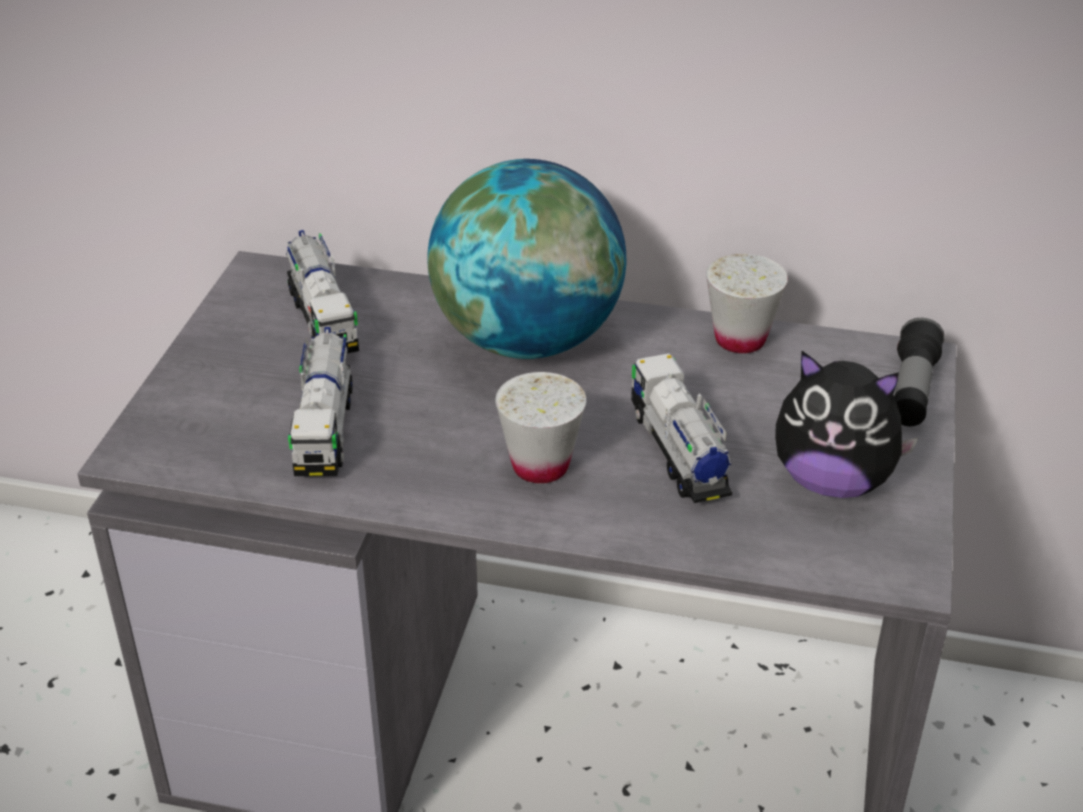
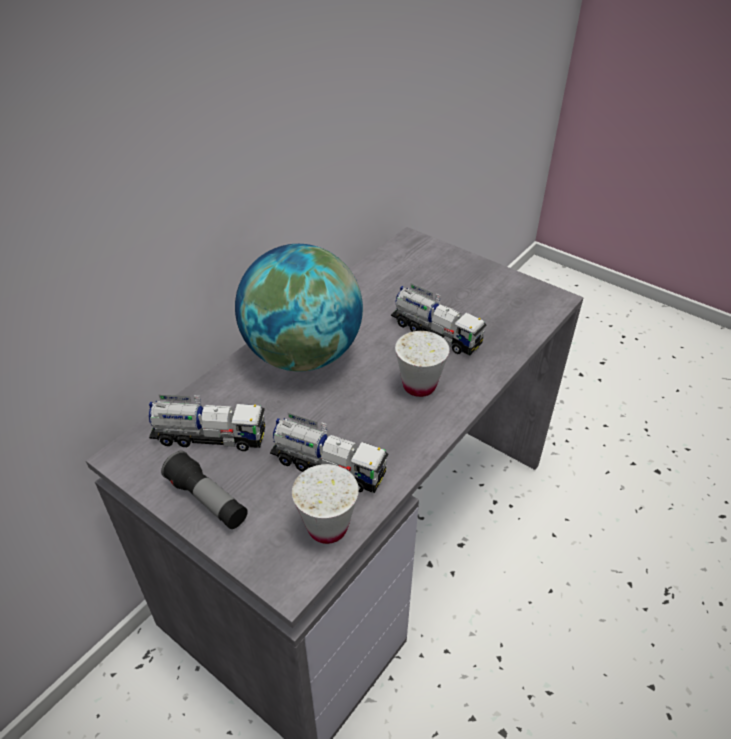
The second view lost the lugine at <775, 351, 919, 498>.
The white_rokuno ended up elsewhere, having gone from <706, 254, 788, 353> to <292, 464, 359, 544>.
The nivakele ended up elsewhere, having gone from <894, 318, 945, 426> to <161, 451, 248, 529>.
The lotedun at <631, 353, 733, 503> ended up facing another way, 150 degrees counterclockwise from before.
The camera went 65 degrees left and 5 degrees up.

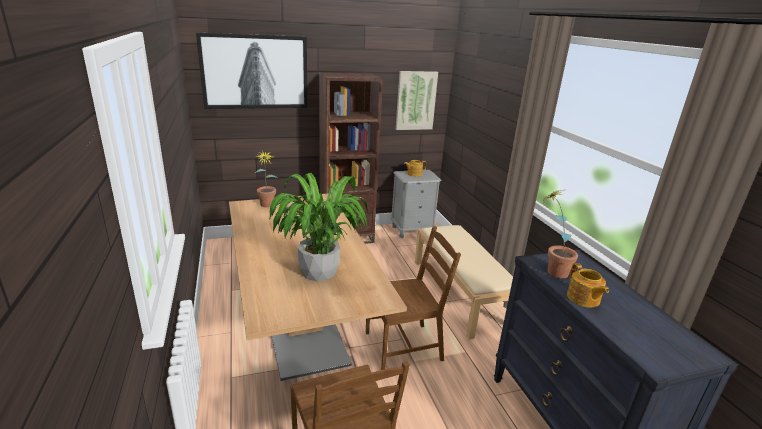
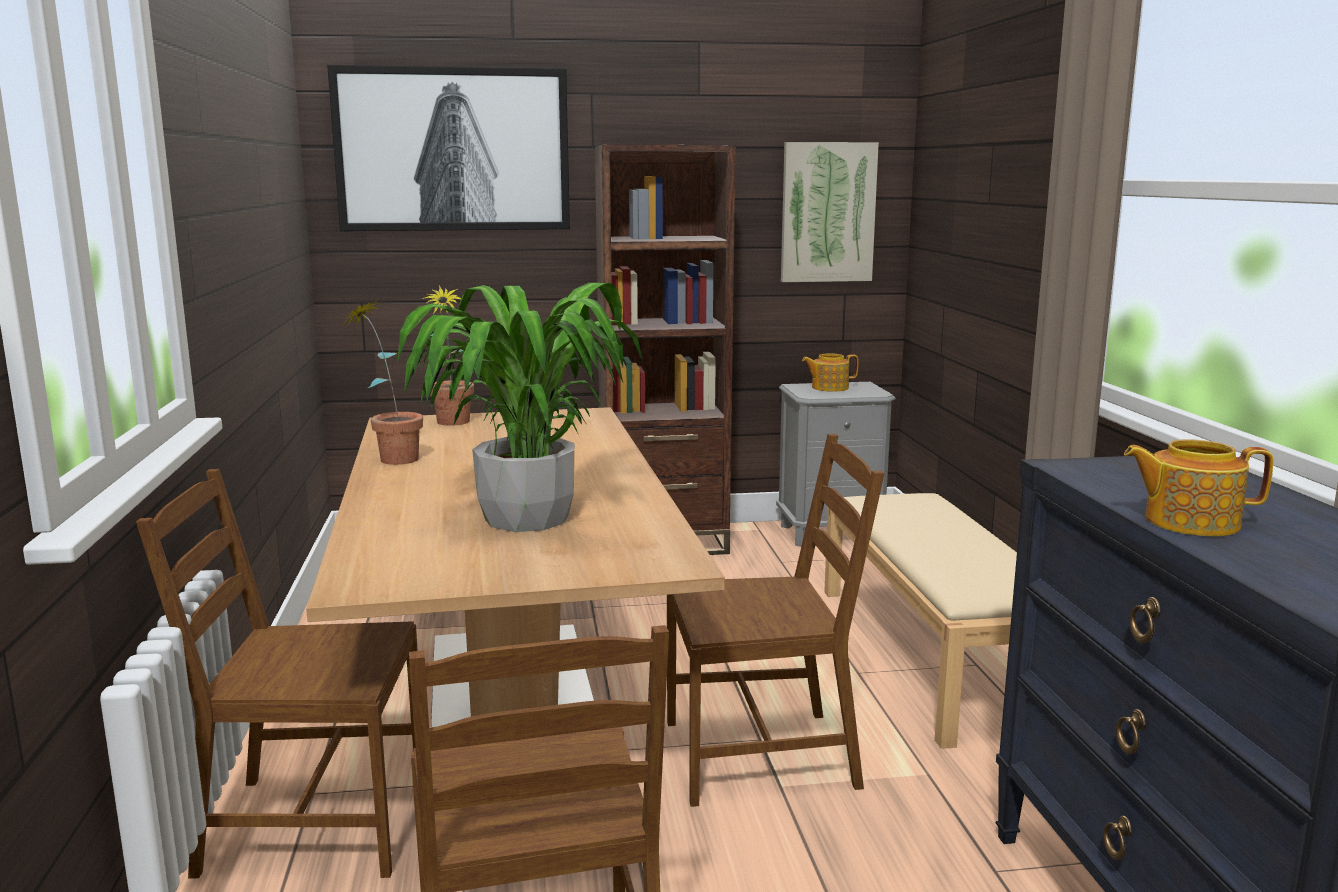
The second view gained the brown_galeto at <136, 469, 418, 879>.
The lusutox ended up elsewhere, having gone from <544, 189, 578, 278> to <341, 300, 423, 465>.
The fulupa at <567, 263, 609, 308> ended up facing another way, 105 degrees clockwise from before.
The camera went 10 degrees right and 10 degrees down.

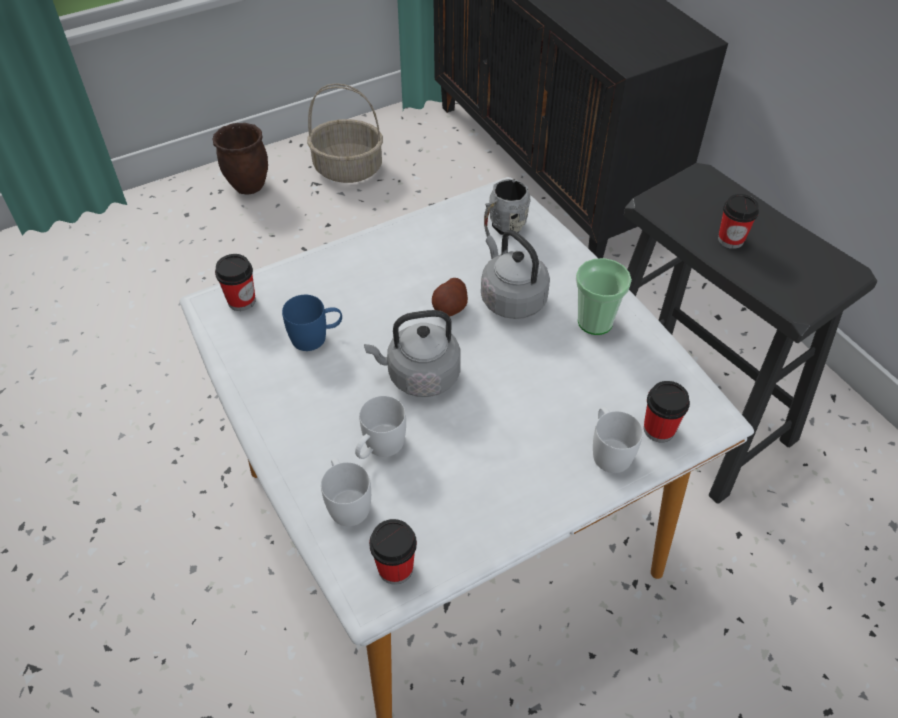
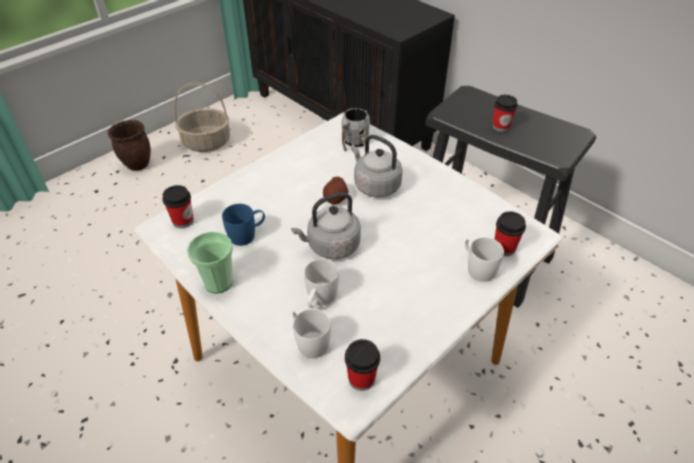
The rokuno ended up elsewhere, having gone from <576, 258, 632, 335> to <187, 232, 233, 294>.
The camera went 15 degrees left and 5 degrees down.

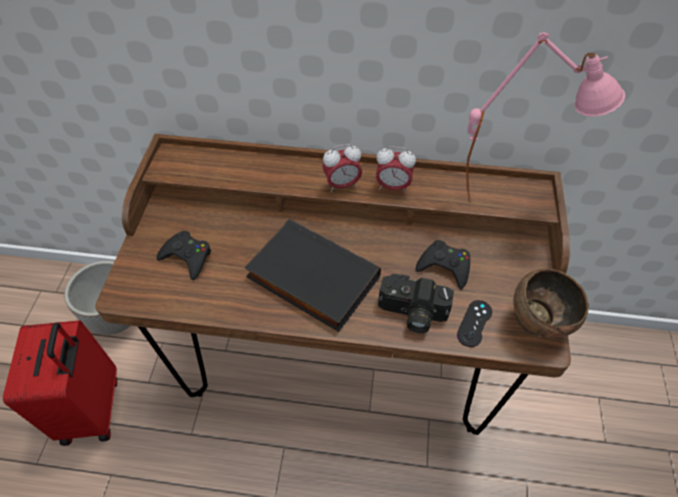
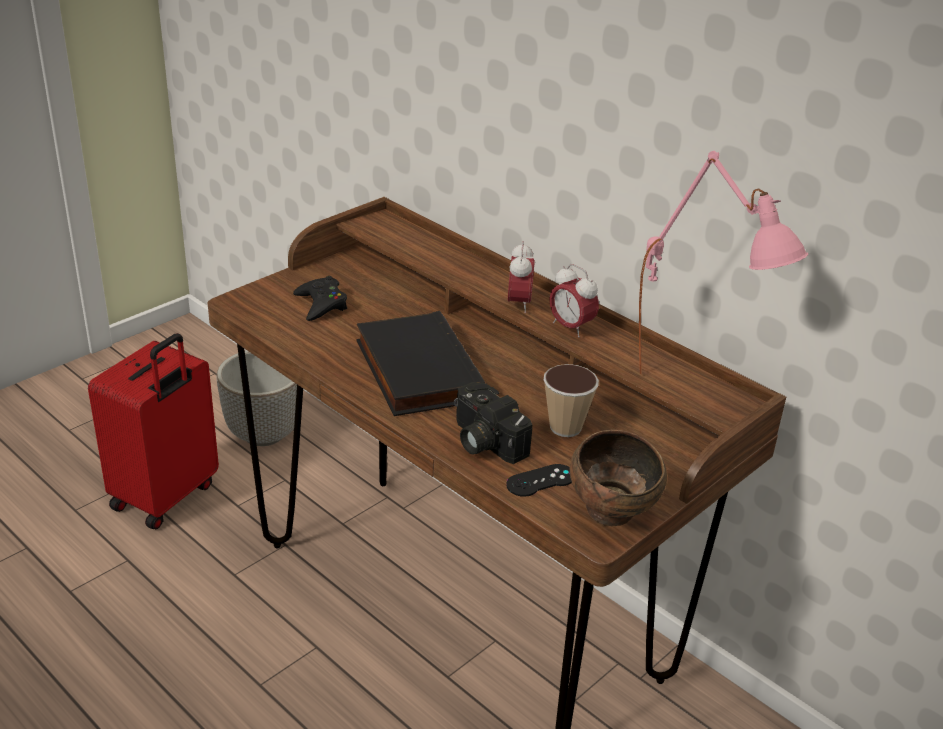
Where the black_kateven stood at <416, 240, 470, 289>, the rokuno came to stand at <544, 364, 599, 437>.
The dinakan at <322, 144, 362, 192> ended up facing another way, 105 degrees counterclockwise from before.
The camera went 35 degrees right and 20 degrees down.

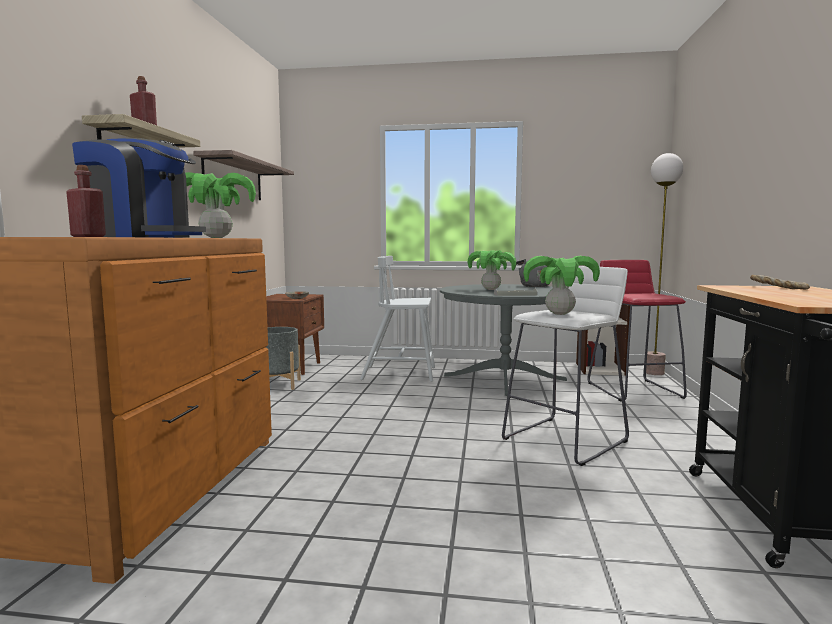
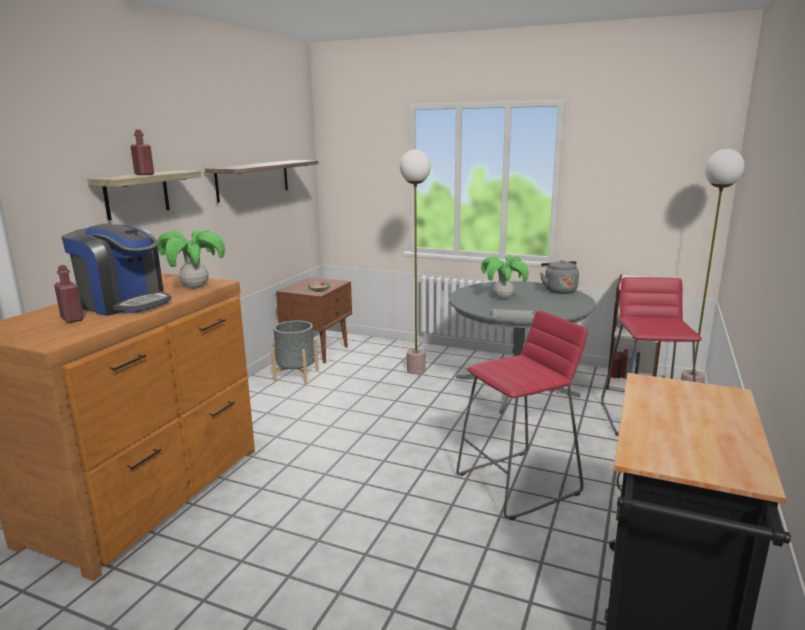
The second view lost the lusutox at <523, 256, 600, 315>.
The second view lost the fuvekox at <750, 275, 810, 290>.
Where the white_galeto stood at <360, 256, 435, 382>, the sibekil came to stand at <400, 149, 431, 374>.
What was the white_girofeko at <502, 266, 629, 466> turned into the red_girofeko at <456, 310, 588, 520>.
The camera went 15 degrees right and 10 degrees up.

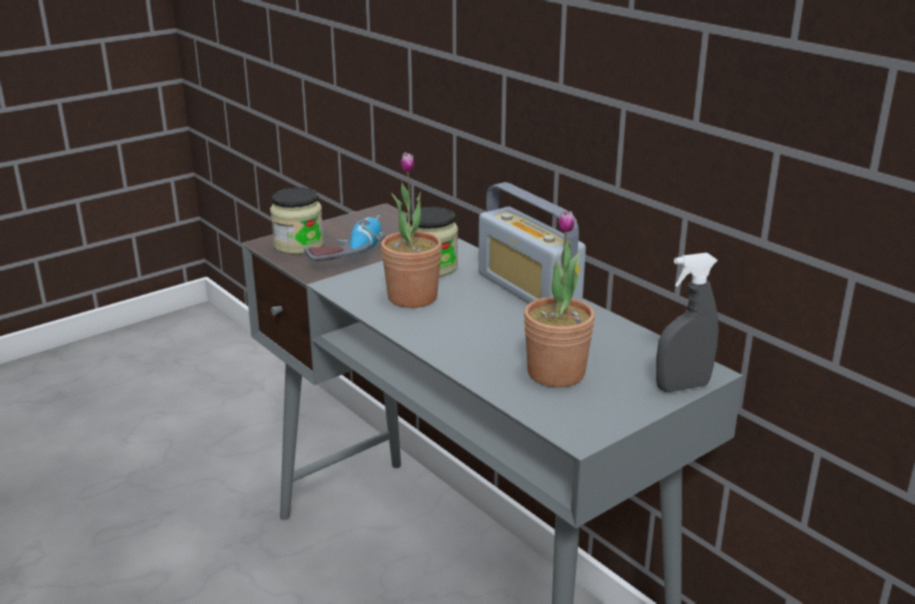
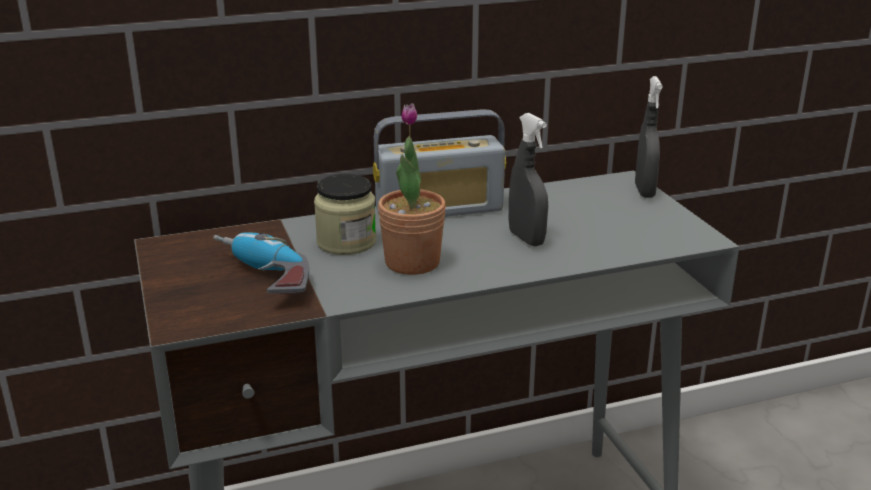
The second view lost the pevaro at <270, 187, 324, 255>.
The second view lost the lusutox at <524, 210, 595, 387>.
The second view gained the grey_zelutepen at <509, 113, 548, 246>.
The camera went 70 degrees left and 0 degrees up.

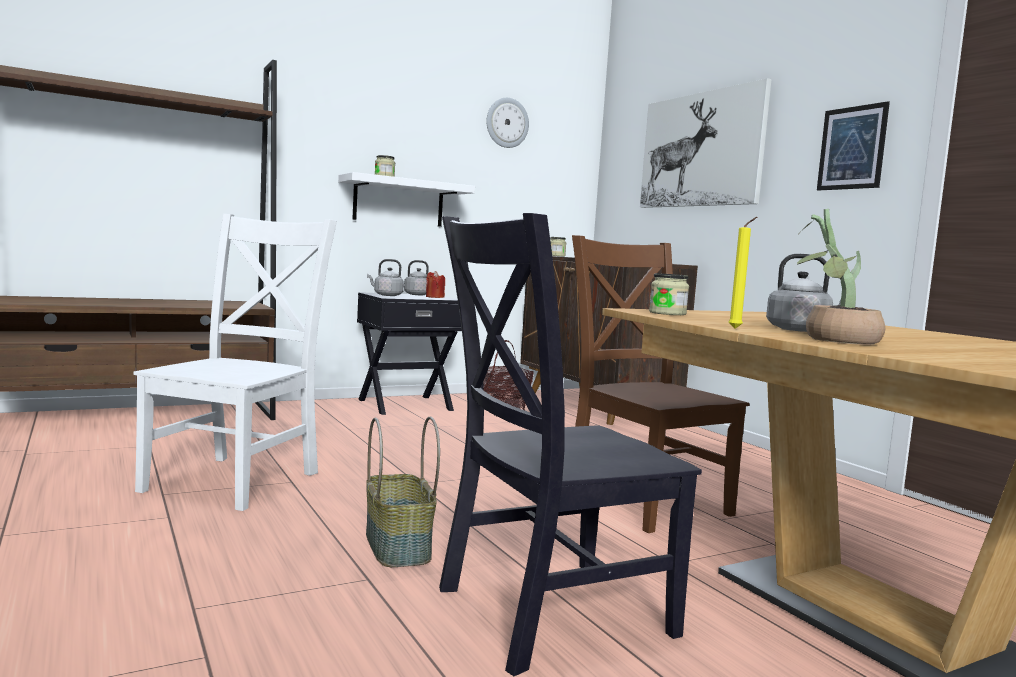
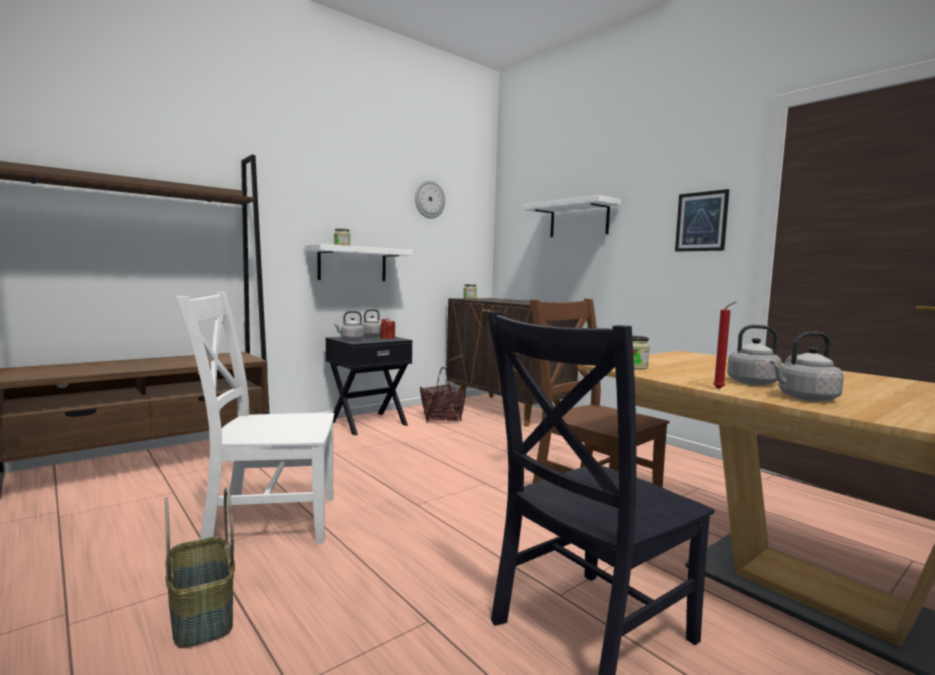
The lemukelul ended up elsewhere, having gone from <366, 417, 440, 567> to <165, 487, 235, 648>.
Where the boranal hung at <640, 78, 771, 208>, the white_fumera came to hang at <522, 195, 621, 237>.
Where the lusutox stood at <797, 209, 885, 345>, the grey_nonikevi came to stand at <770, 332, 844, 401>.
What was the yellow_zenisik at <729, 217, 757, 328> turned into the red_zenisik at <713, 302, 736, 389>.
The white_galeto at <133, 214, 337, 511> ended up facing another way, 105 degrees counterclockwise from before.
The camera went 10 degrees left and 0 degrees up.

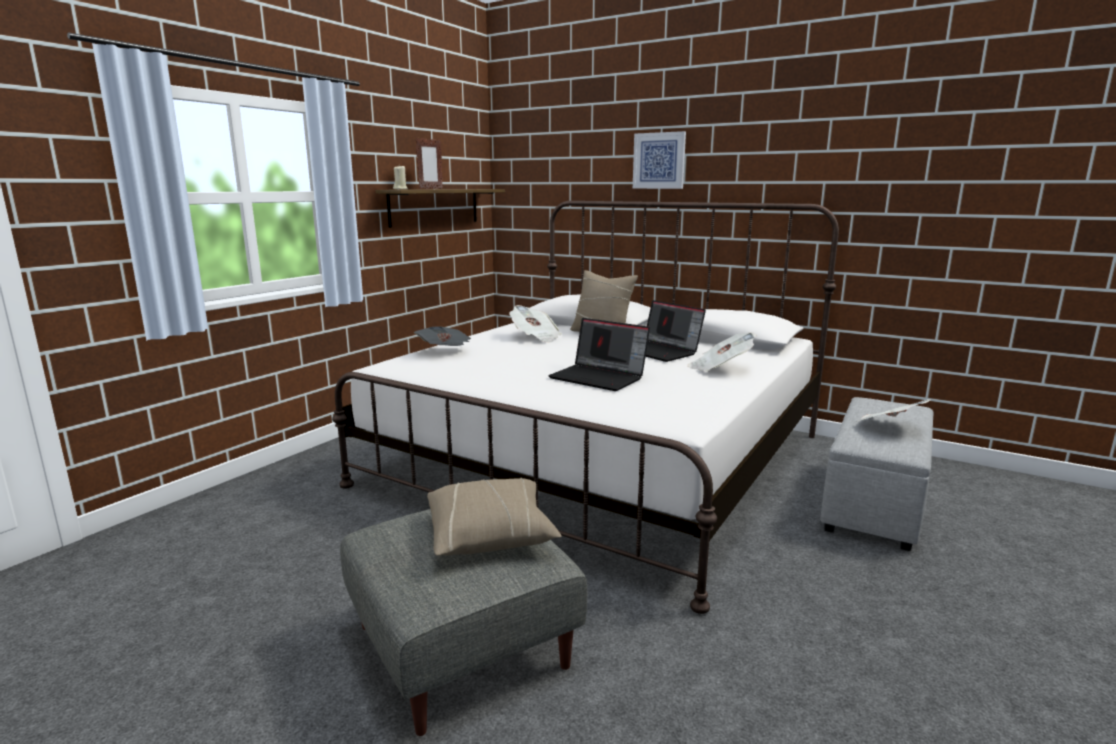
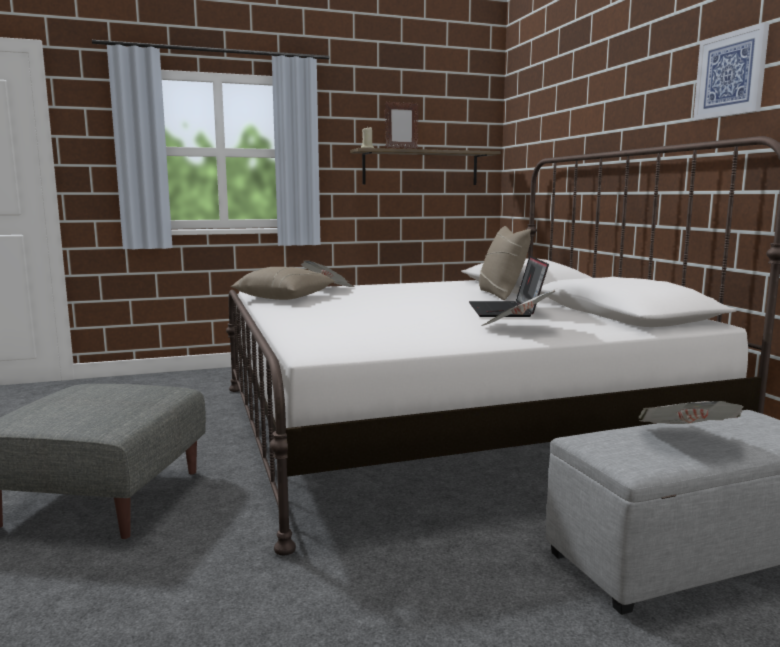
The second view lost the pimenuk at <509, 305, 562, 343>.
The second view lost the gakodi at <548, 318, 650, 391>.
The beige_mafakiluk ended up elsewhere, having gone from <427, 478, 562, 556> to <231, 267, 335, 300>.
The boranal ended up elsewhere, having gone from <633, 131, 686, 189> to <693, 22, 770, 120>.
The camera went 40 degrees right and 5 degrees down.

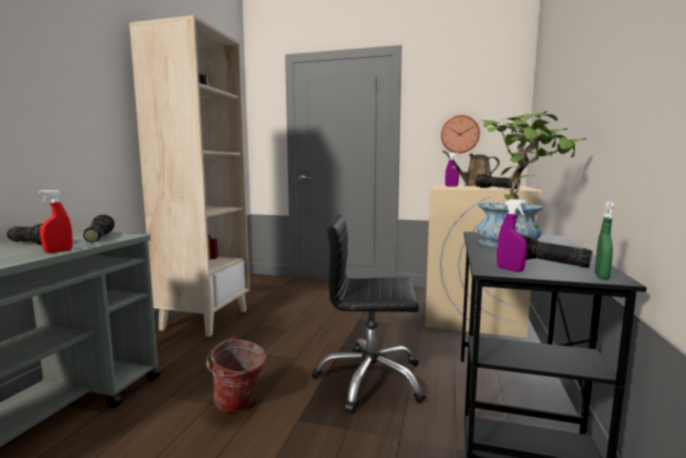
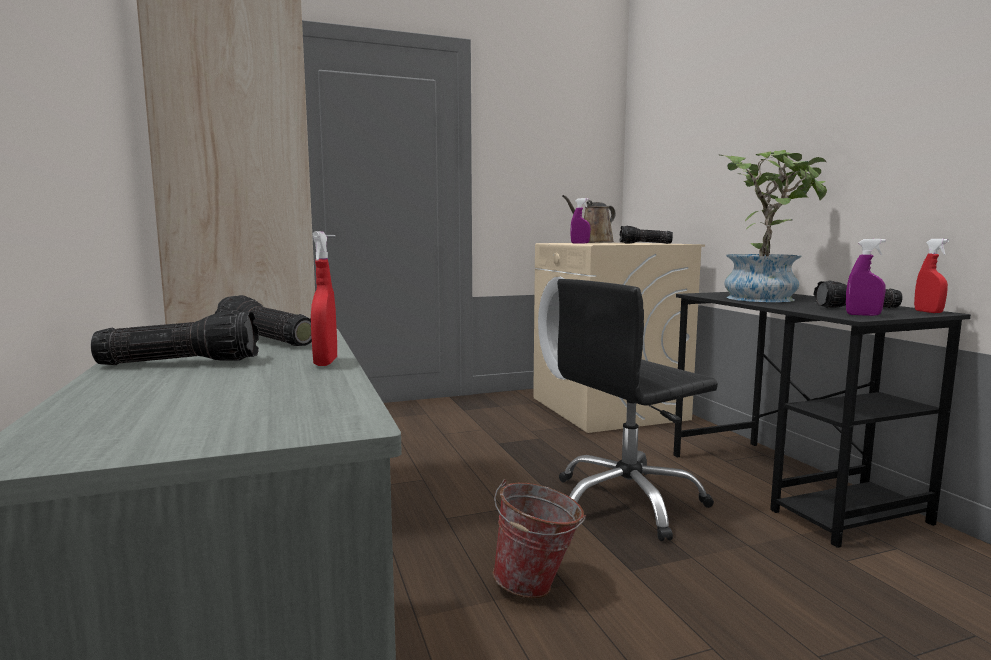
The second view lost the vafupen at <441, 115, 480, 153>.
What was the green_zelutepen at <595, 202, 614, 280> turned into the red_zelutepen at <914, 239, 949, 313>.
The camera went 35 degrees left and 0 degrees up.

